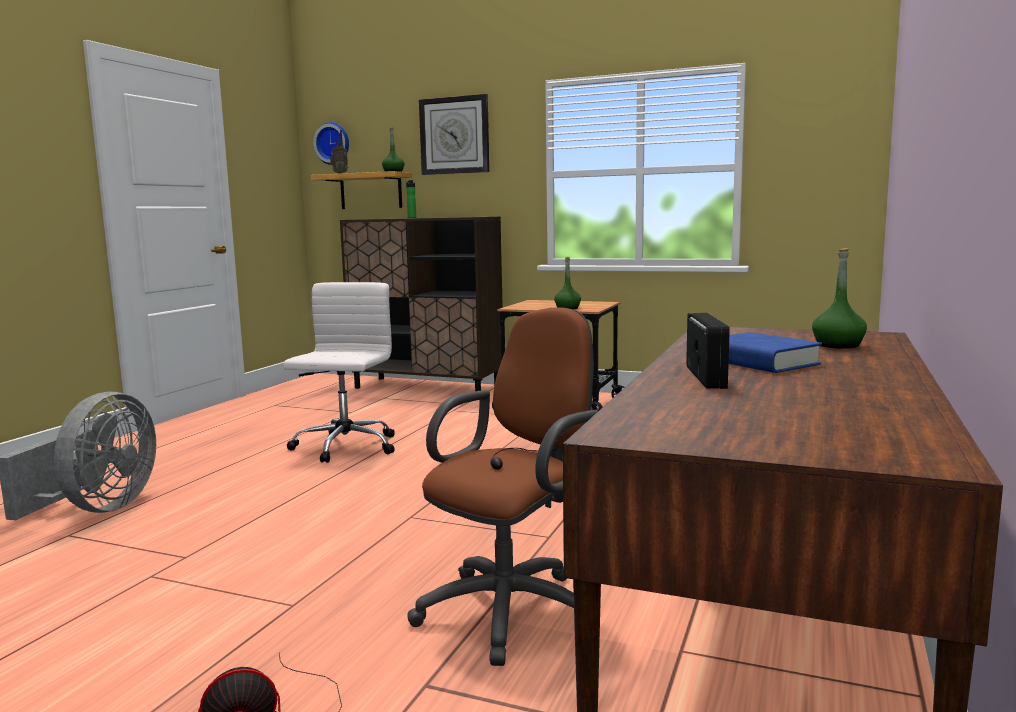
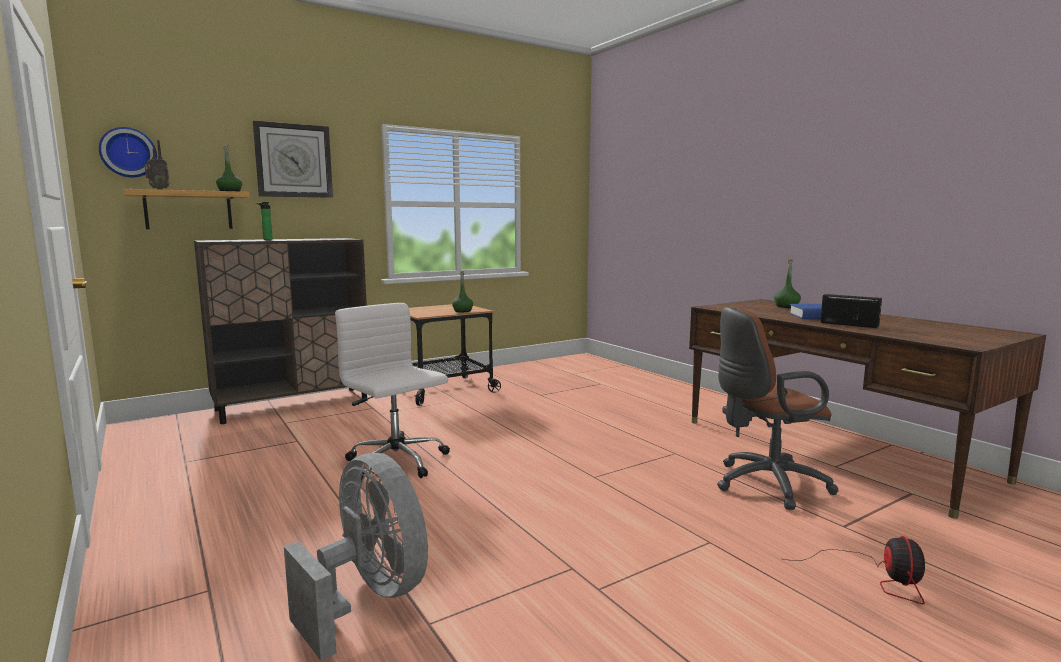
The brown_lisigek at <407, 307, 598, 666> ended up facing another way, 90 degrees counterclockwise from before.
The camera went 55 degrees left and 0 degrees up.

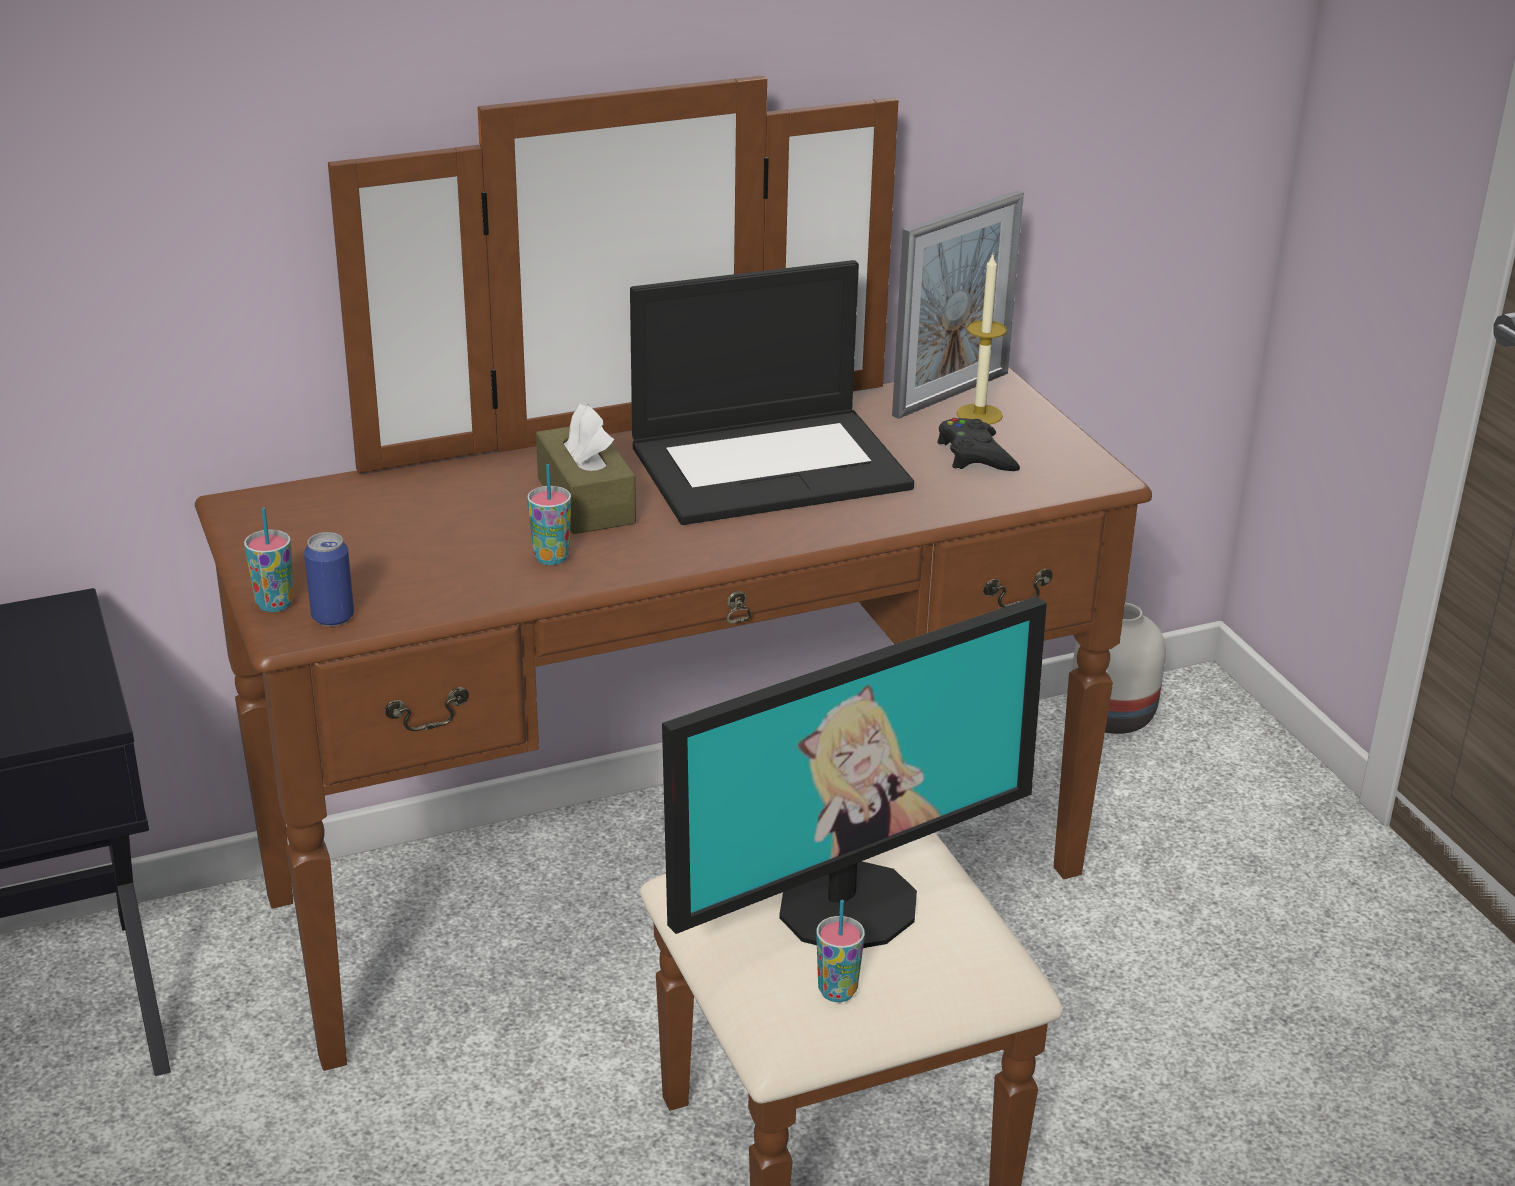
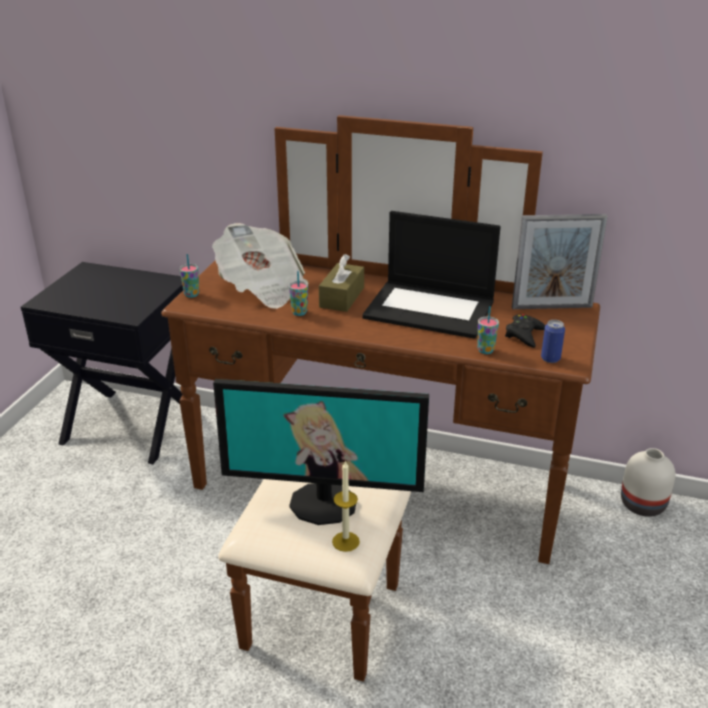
The second view gained the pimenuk at <212, 223, 309, 309>.
The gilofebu ended up elsewhere, having gone from <304, 532, 354, 626> to <541, 320, 565, 363>.
The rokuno ended up elsewhere, having gone from <816, 900, 865, 1002> to <477, 306, 499, 354>.
The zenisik ended up elsewhere, having gone from <957, 254, 1007, 425> to <332, 460, 360, 552>.
The camera went 40 degrees right and 0 degrees up.

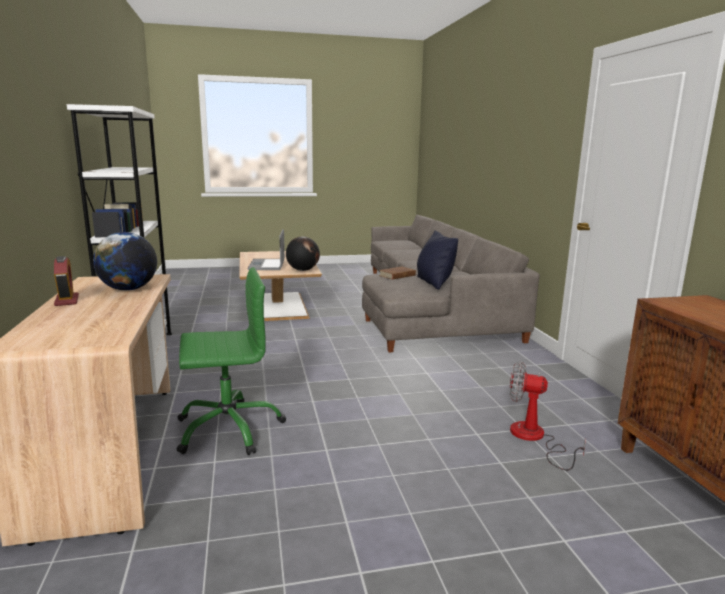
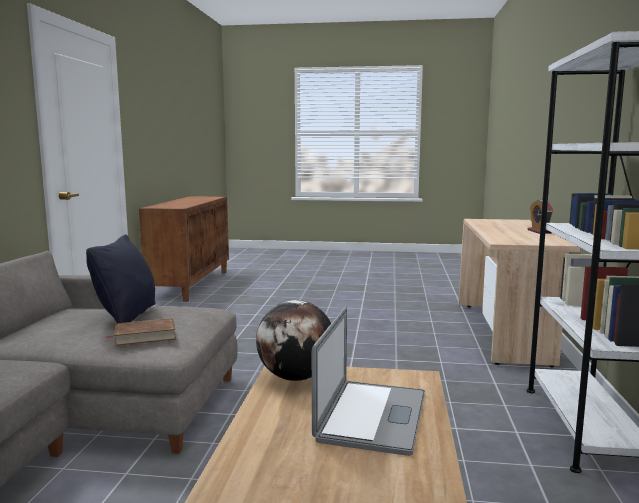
The second view lost the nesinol at <93, 232, 157, 291>.
The second view lost the green_lisigek at <176, 267, 286, 455>.
The second view lost the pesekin at <510, 361, 586, 471>.
The camera went 160 degrees left and 5 degrees down.

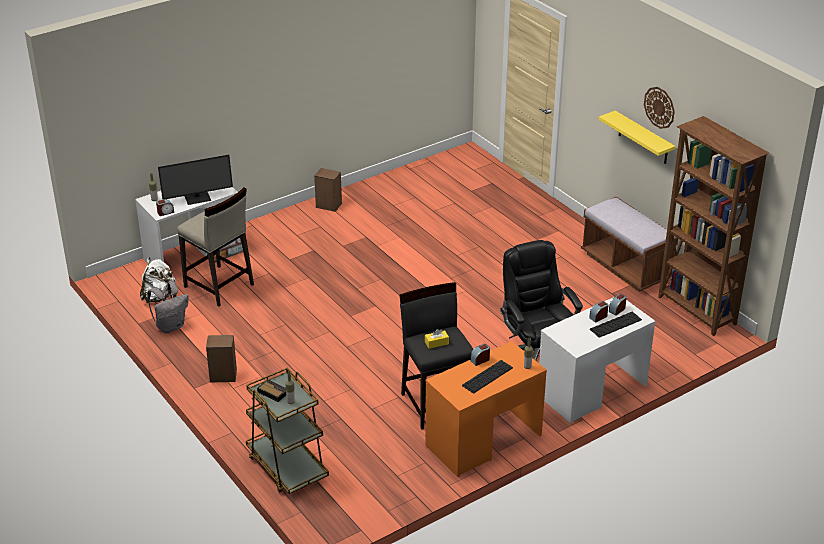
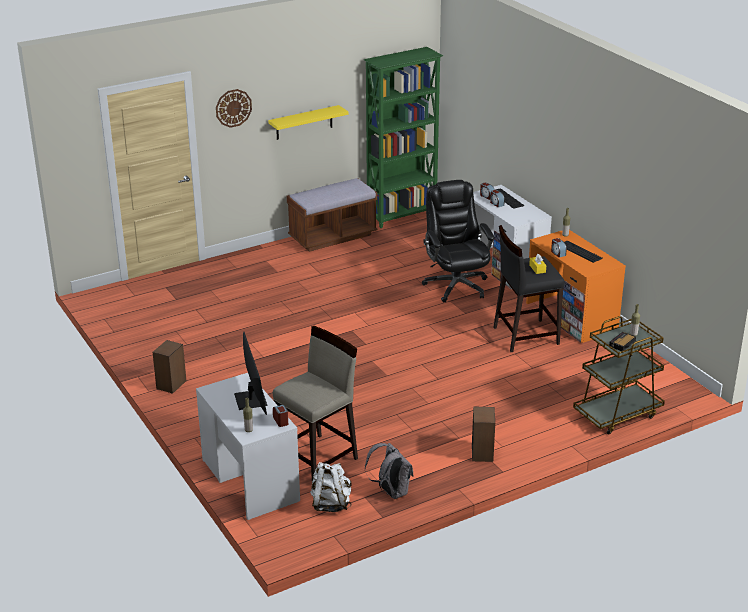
The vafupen ended up elsewhere, having gone from <644, 87, 675, 129> to <216, 89, 252, 128>.
What was the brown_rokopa at <658, 116, 769, 336> turned into the green_rokopa at <364, 47, 443, 228>.
The black_lisigek at <500, 240, 583, 361> ended up facing another way, 90 degrees clockwise from before.
The camera went 85 degrees left and 5 degrees down.

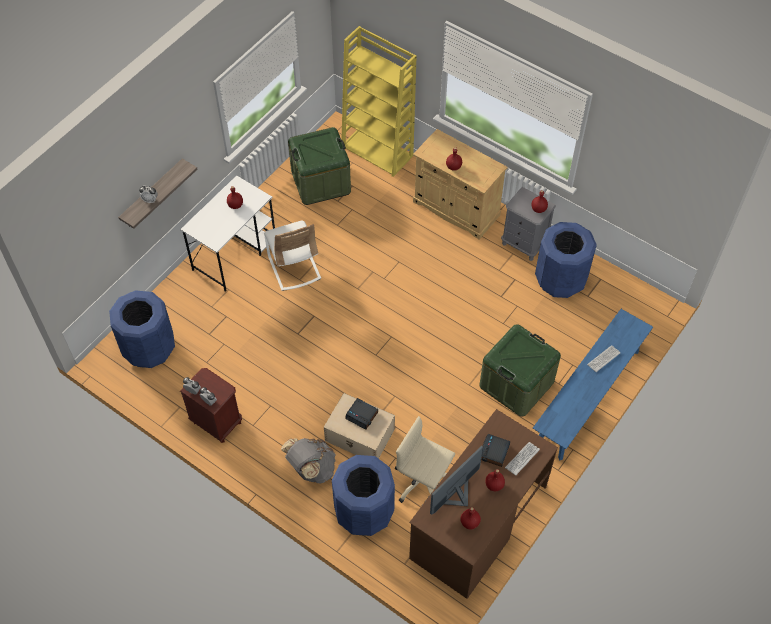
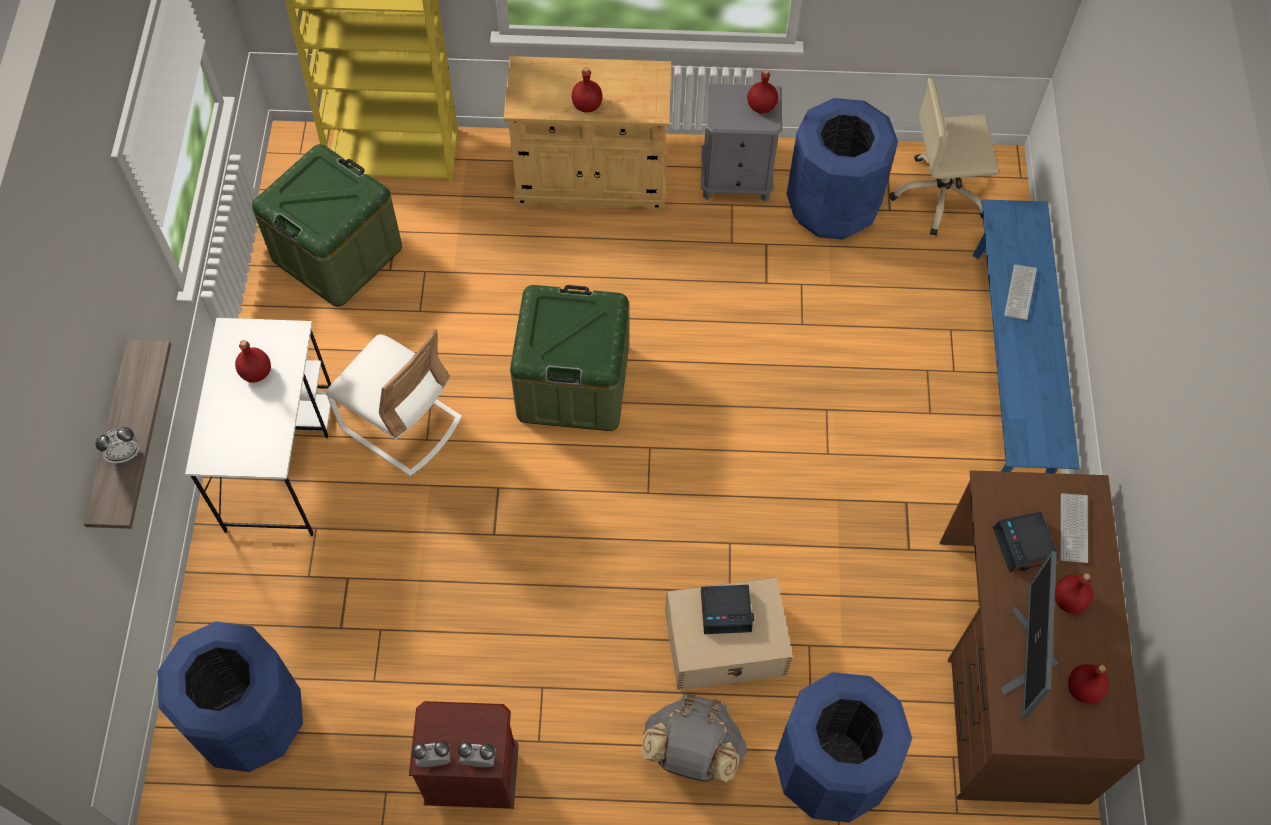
The beige_lisigek ended up elsewhere, having gone from <395, 416, 455, 503> to <889, 78, 999, 236>.
The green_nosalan ended up elsewhere, having gone from <480, 324, 561, 417> to <510, 285, 629, 431>.
The camera went 35 degrees left and 5 degrees up.

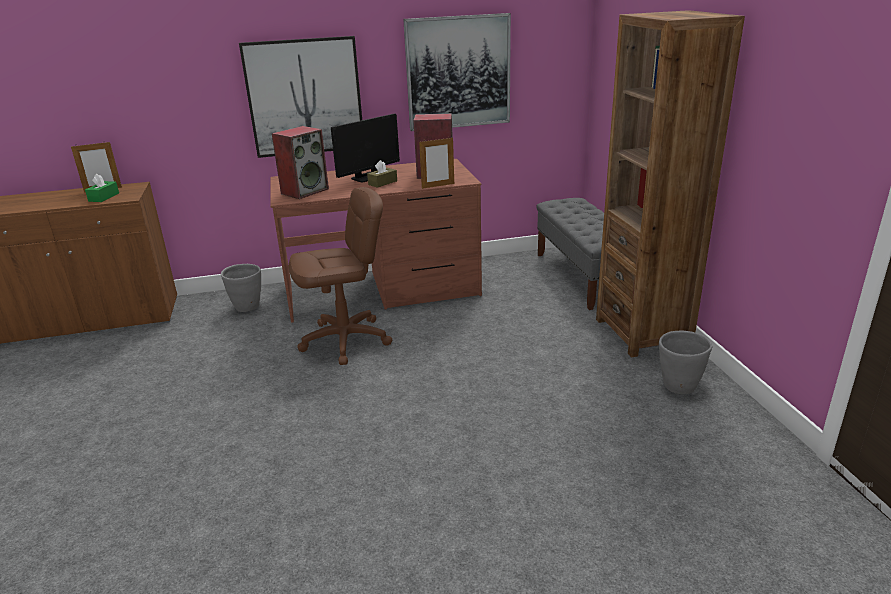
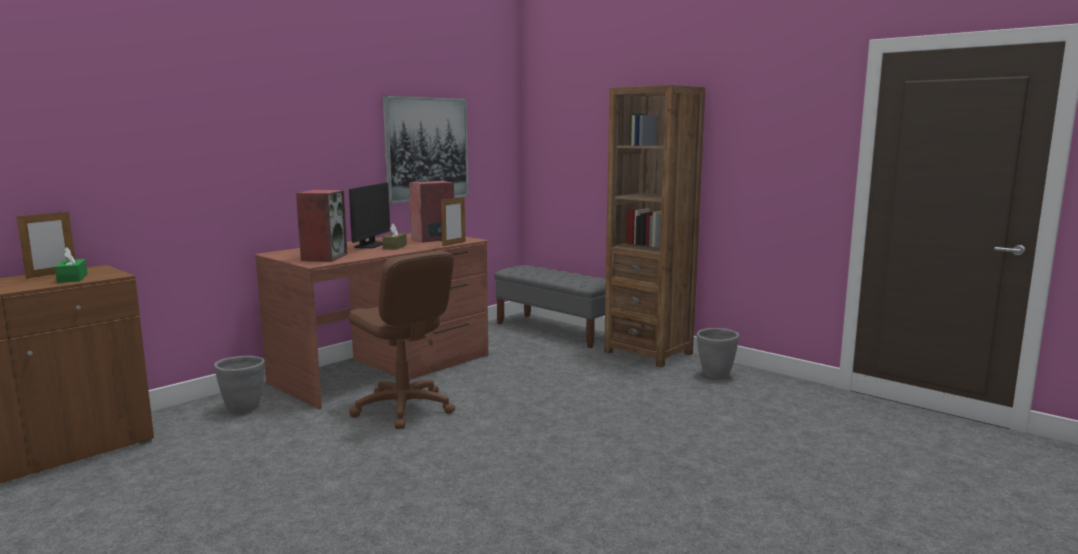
The second view lost the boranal at <239, 36, 362, 158>.
The brown_lisigek at <289, 187, 392, 365> ended up facing another way, 105 degrees clockwise from before.
The camera went 35 degrees left and 15 degrees down.

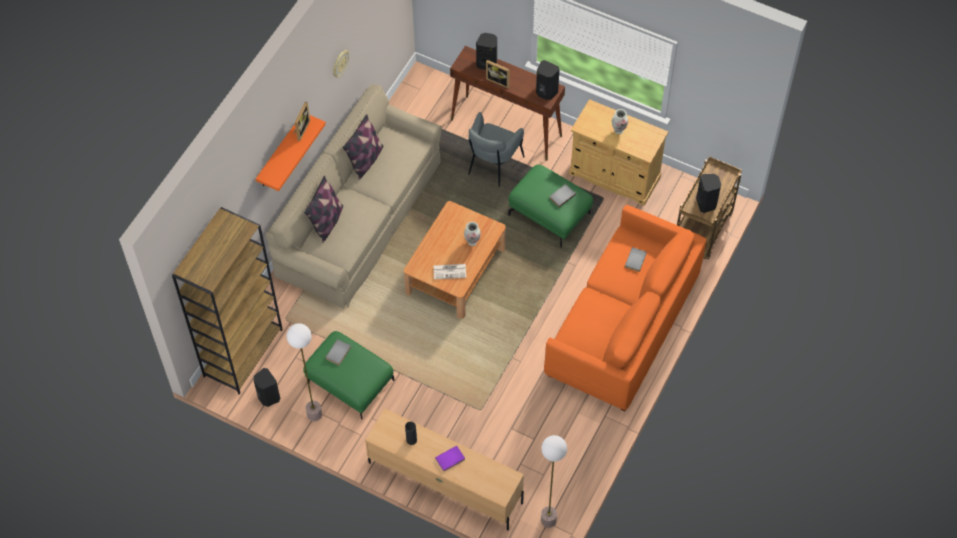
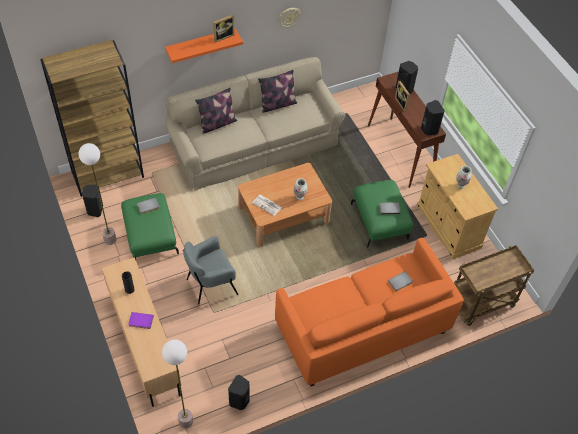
The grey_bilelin ended up elsewhere, having gone from <468, 112, 525, 187> to <183, 236, 239, 304>.
The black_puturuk ended up elsewhere, having gone from <696, 174, 721, 213> to <228, 375, 250, 410>.
The camera went 35 degrees right and 5 degrees down.

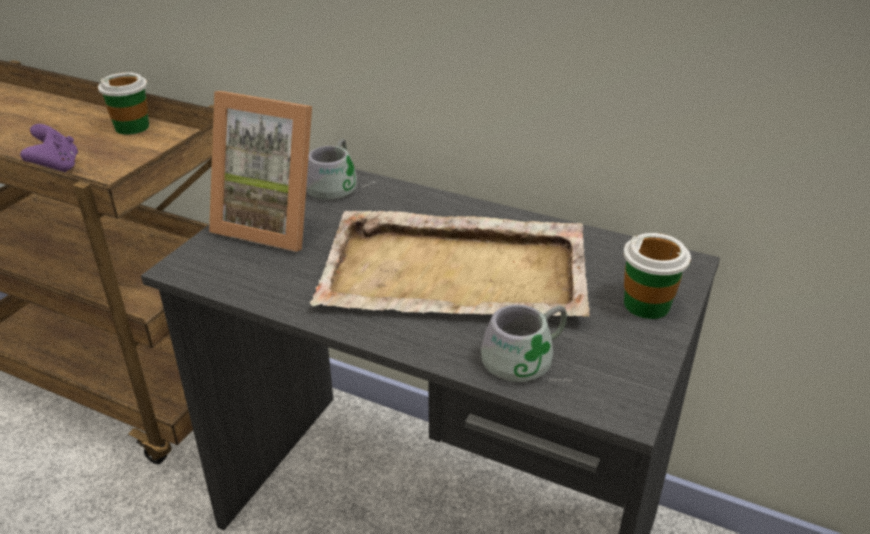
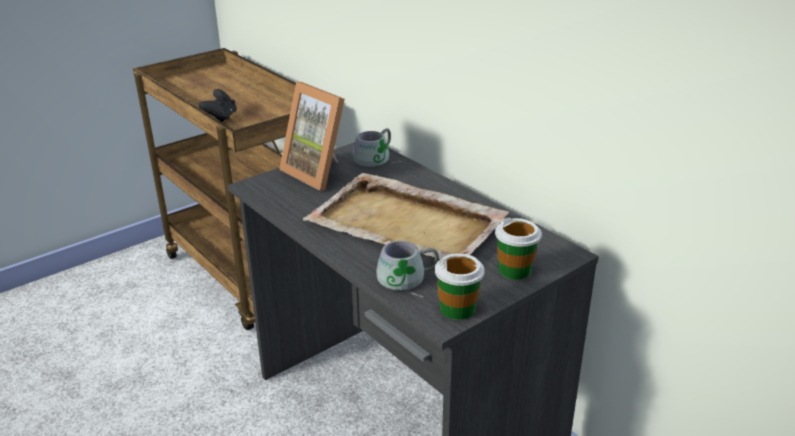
The rokuno ended up elsewhere, having gone from <98, 72, 149, 135> to <435, 253, 485, 320>.
What was the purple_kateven at <20, 124, 78, 172> turned into the black_kateven at <199, 89, 237, 123>.
The camera went 25 degrees right and 5 degrees down.

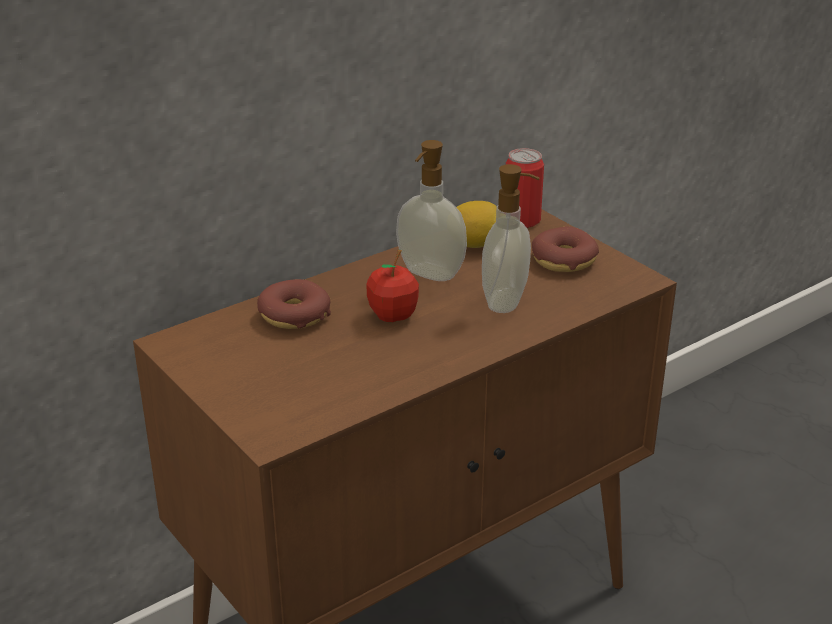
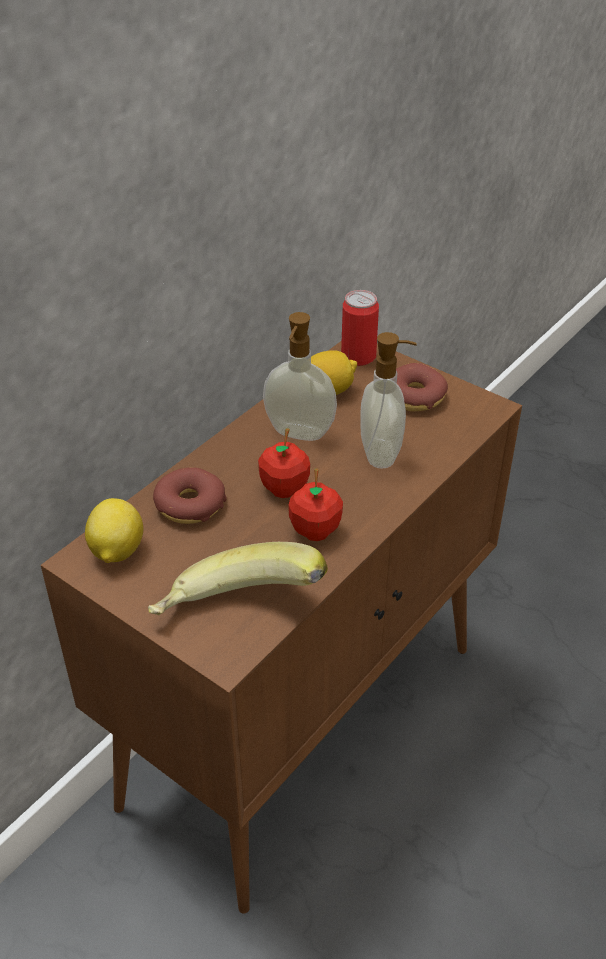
The second view gained the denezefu at <85, 498, 143, 563>.
The second view gained the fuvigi at <148, 542, 328, 615>.
The second view gained the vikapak at <288, 468, 343, 541>.
The camera went 15 degrees left and 10 degrees up.

